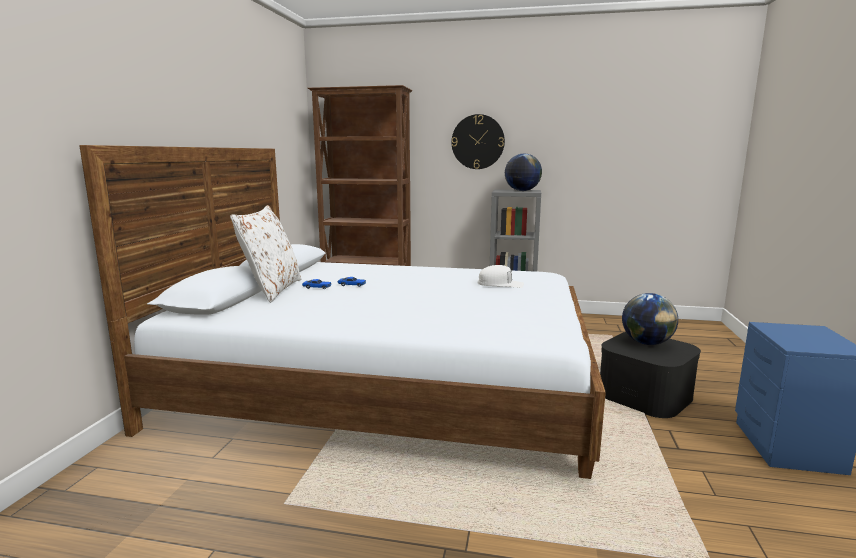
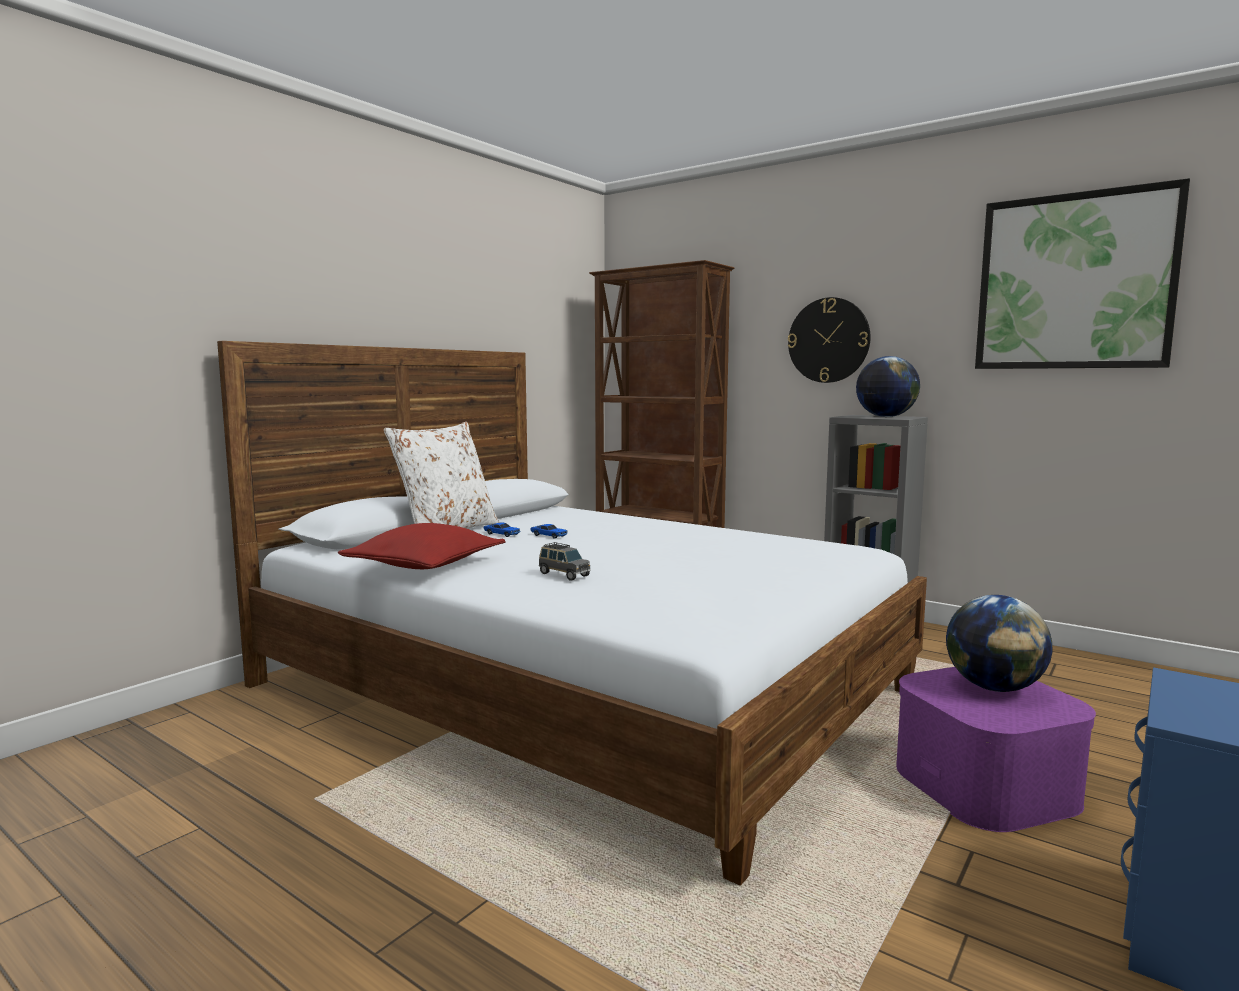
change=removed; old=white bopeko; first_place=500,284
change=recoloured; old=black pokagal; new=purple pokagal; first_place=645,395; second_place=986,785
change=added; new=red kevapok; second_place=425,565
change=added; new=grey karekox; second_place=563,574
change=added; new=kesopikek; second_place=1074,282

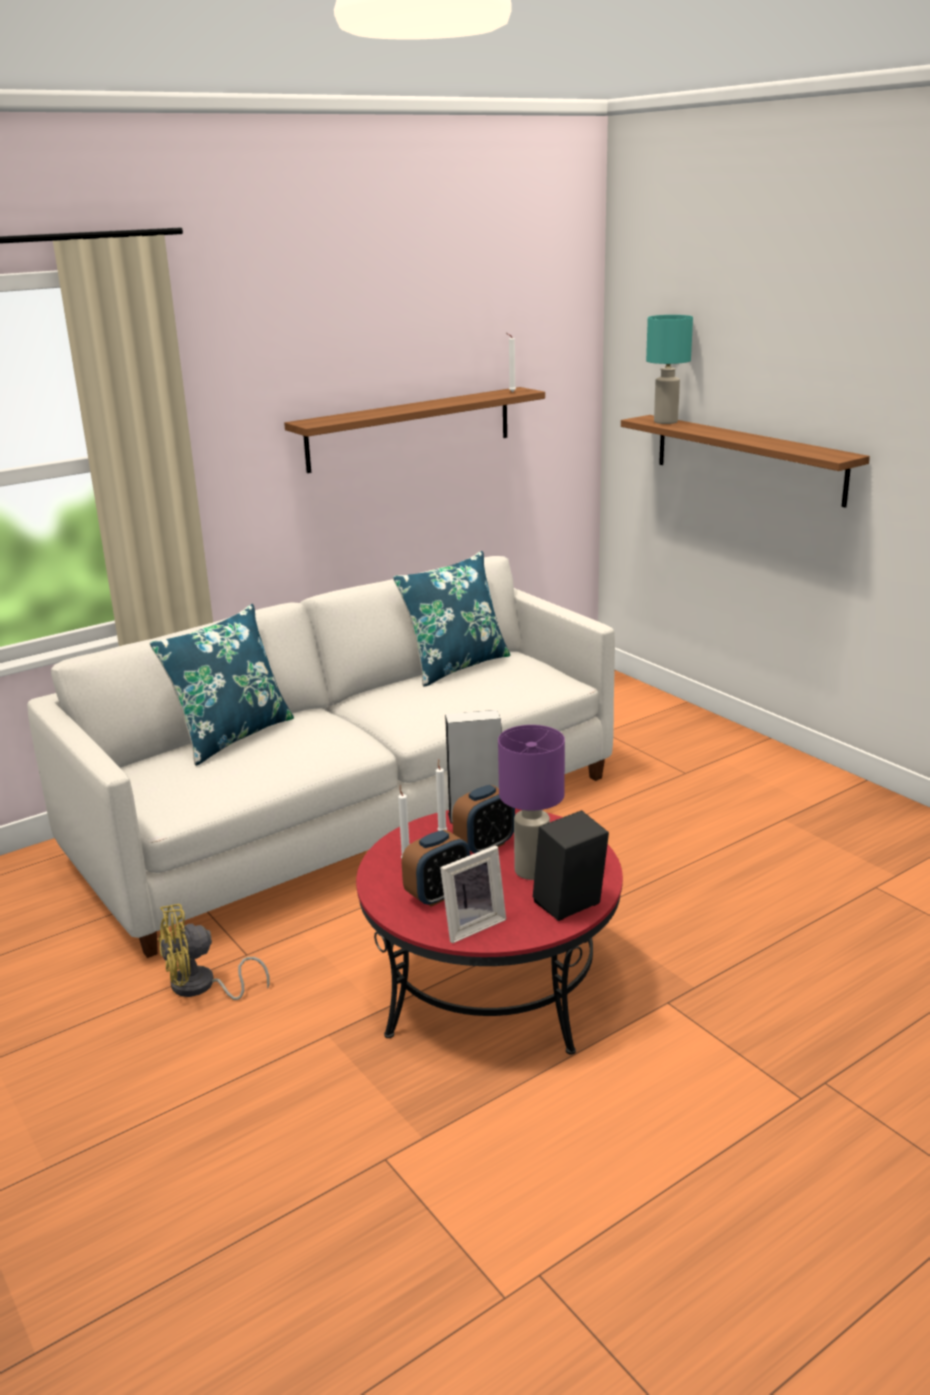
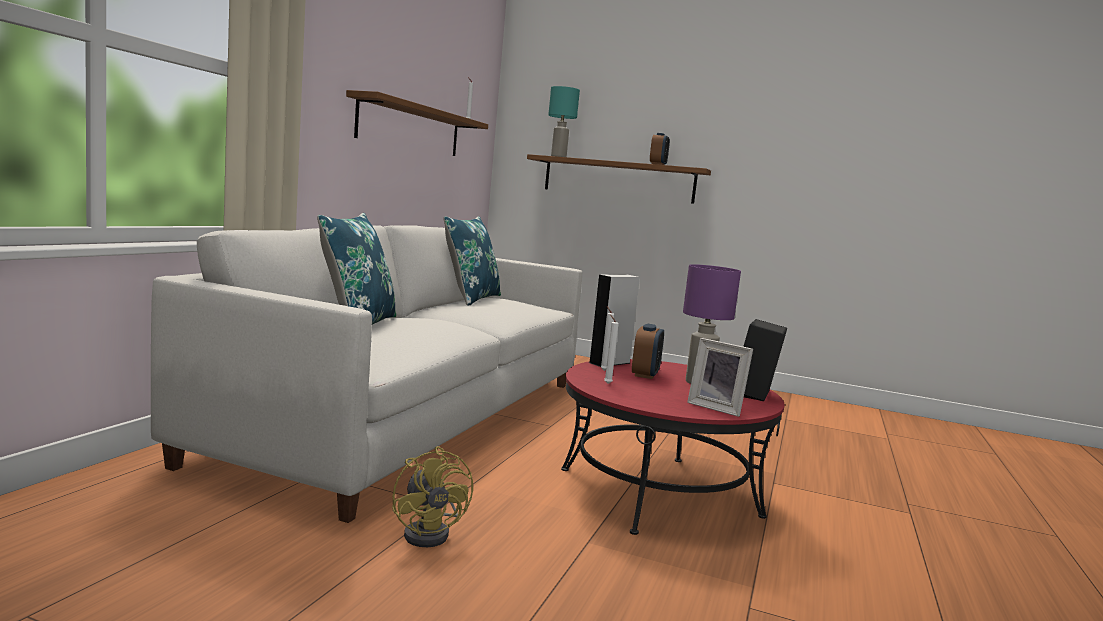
change=turned; old=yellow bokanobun; first_place=201,987; second_place=431,533; degrees=-60
change=moved; old=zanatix; first_place=438,895; second_place=658,165
change=turned; old=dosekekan; first_place=471,925; second_place=717,408; degrees=105

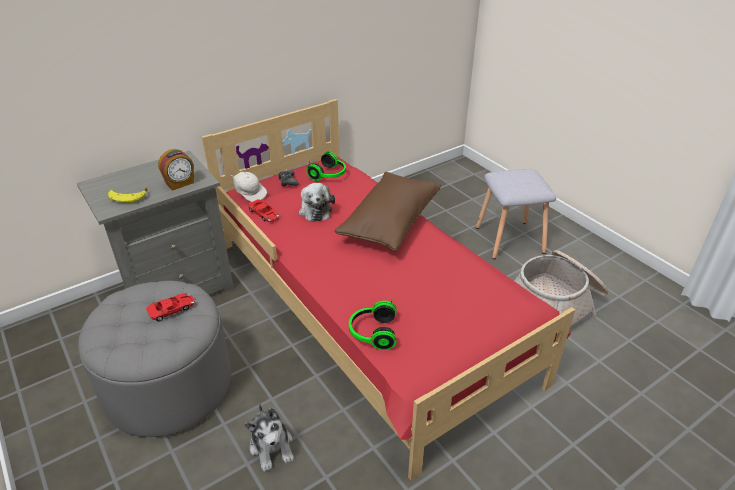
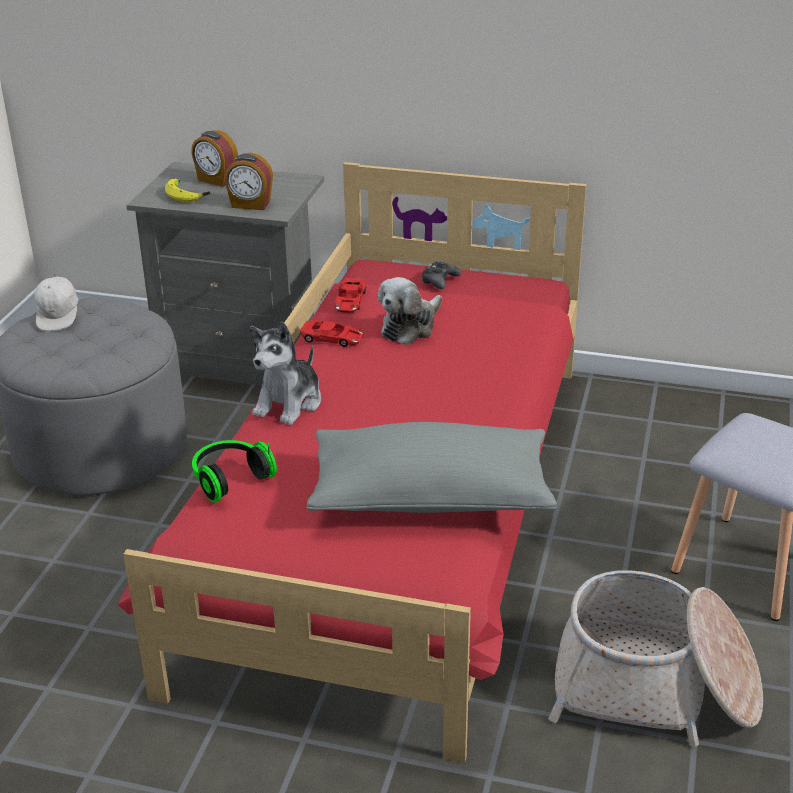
change=moved; old=red karekox; first_place=172,309; second_place=332,338
change=moved; old=white bopeko; first_place=250,194; second_place=59,317
change=moved; old=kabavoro; first_place=272,446; second_place=289,403
change=removed; old=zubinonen; first_place=329,175
change=removed; old=brown kevapok; first_place=390,222
change=added; new=zanatix; second_place=216,180
change=added; new=grey kevapok; second_place=430,497

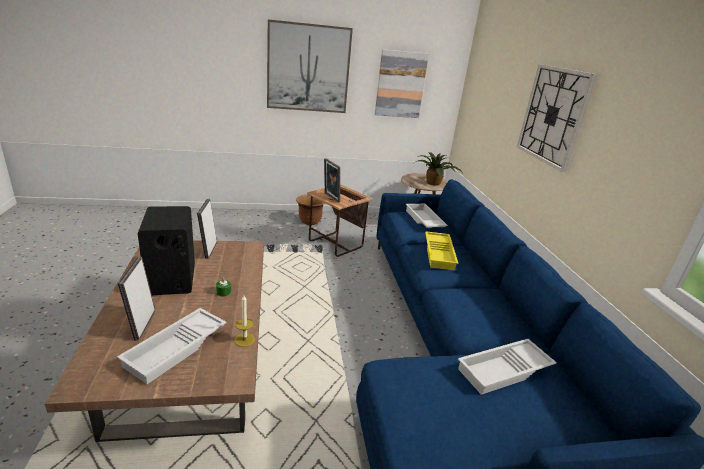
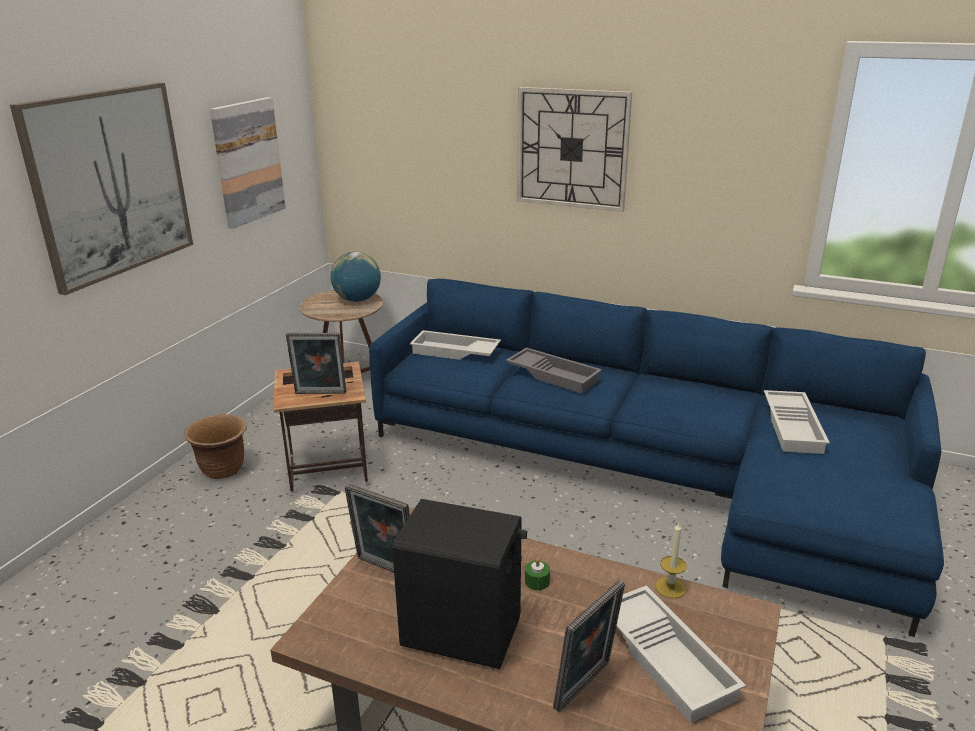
change=turned; old=dosekekan; first_place=141,324; second_place=586,688; degrees=-75
change=replaced; old=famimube; new=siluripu; first_place=434,183; second_place=357,300
change=recoloured; old=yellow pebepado; new=grey pebepado; first_place=440,254; second_place=554,375

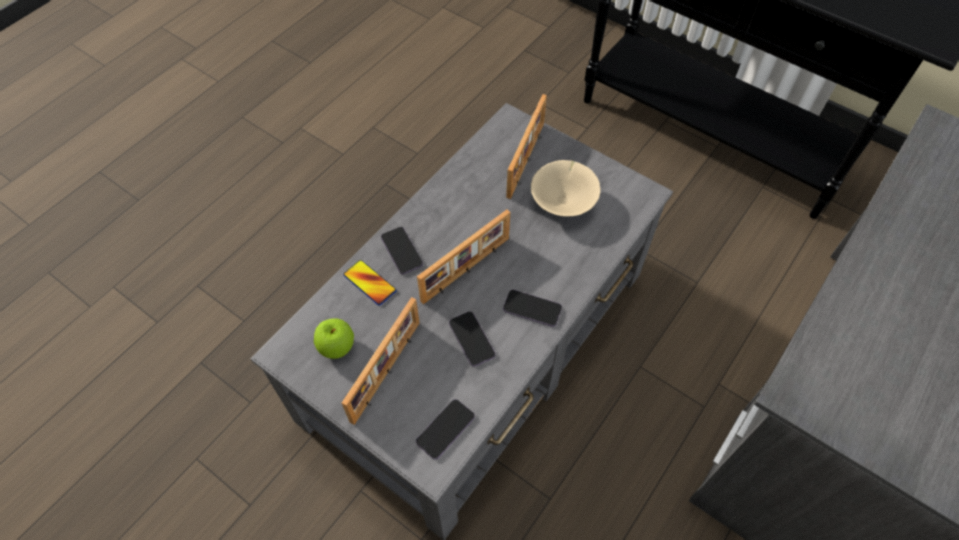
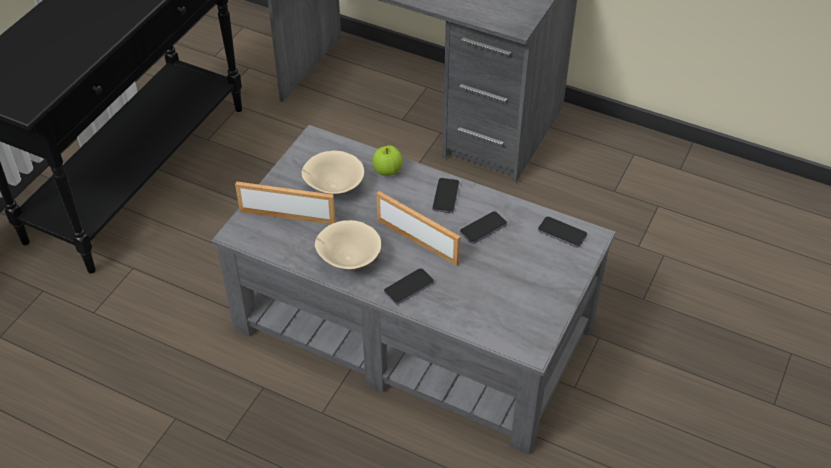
change=moved; old=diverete; first_place=337,347; second_place=387,171
change=removed; old=dosekekan; first_place=387,371
change=removed; old=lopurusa; first_place=370,283
change=added; new=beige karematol; second_place=348,259

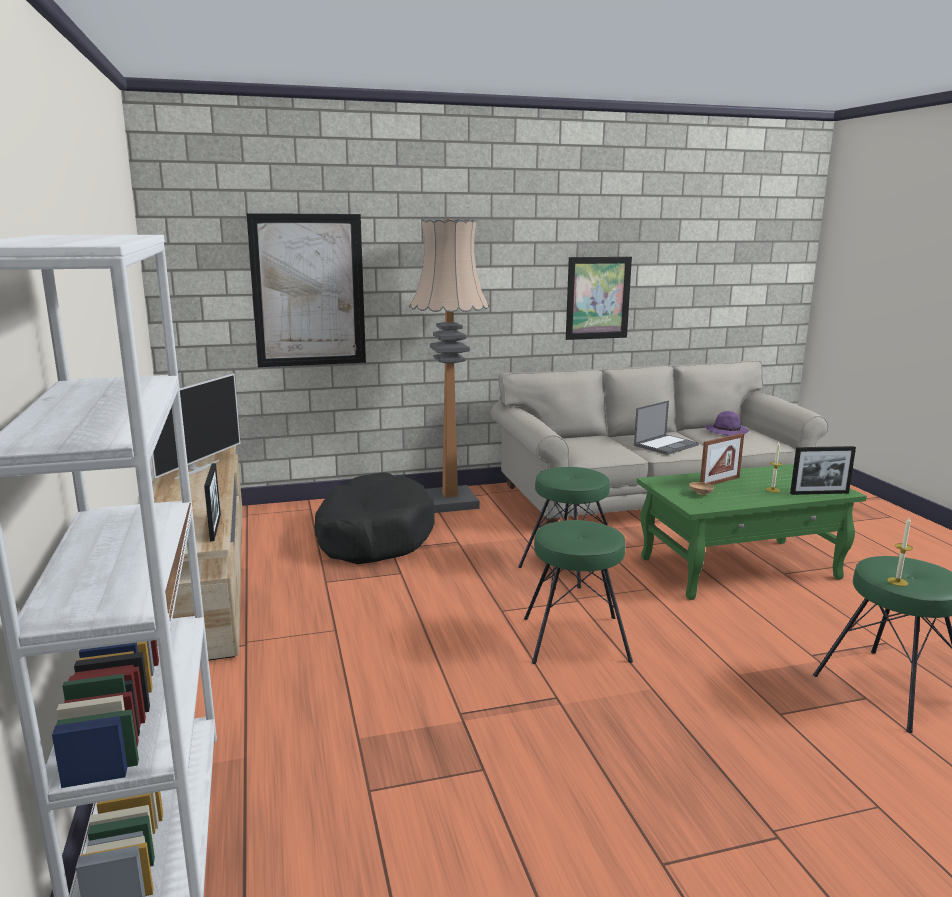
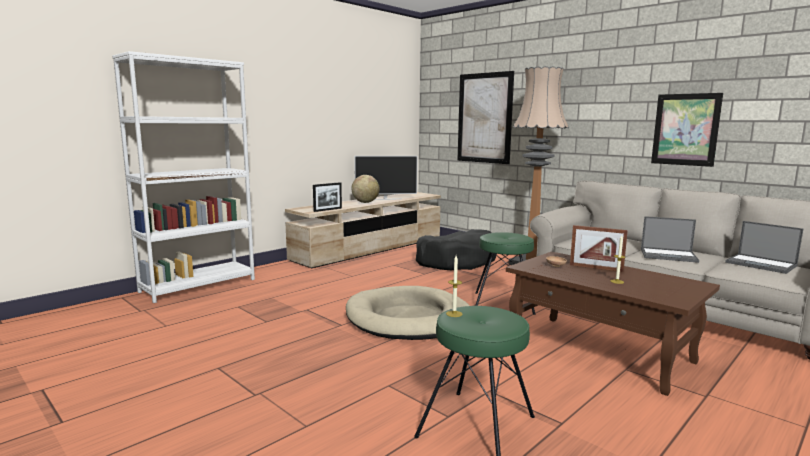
change=replaced; old=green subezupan; new=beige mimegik; first_place=575,638; second_place=409,319
change=recoloured; old=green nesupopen; new=brown nesupopen; first_place=740,568; second_place=601,351
change=replaced; old=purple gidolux; new=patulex; first_place=727,432; second_place=761,264
change=removed; old=dosekekan; first_place=819,493
change=added; new=siluripu; second_place=365,202

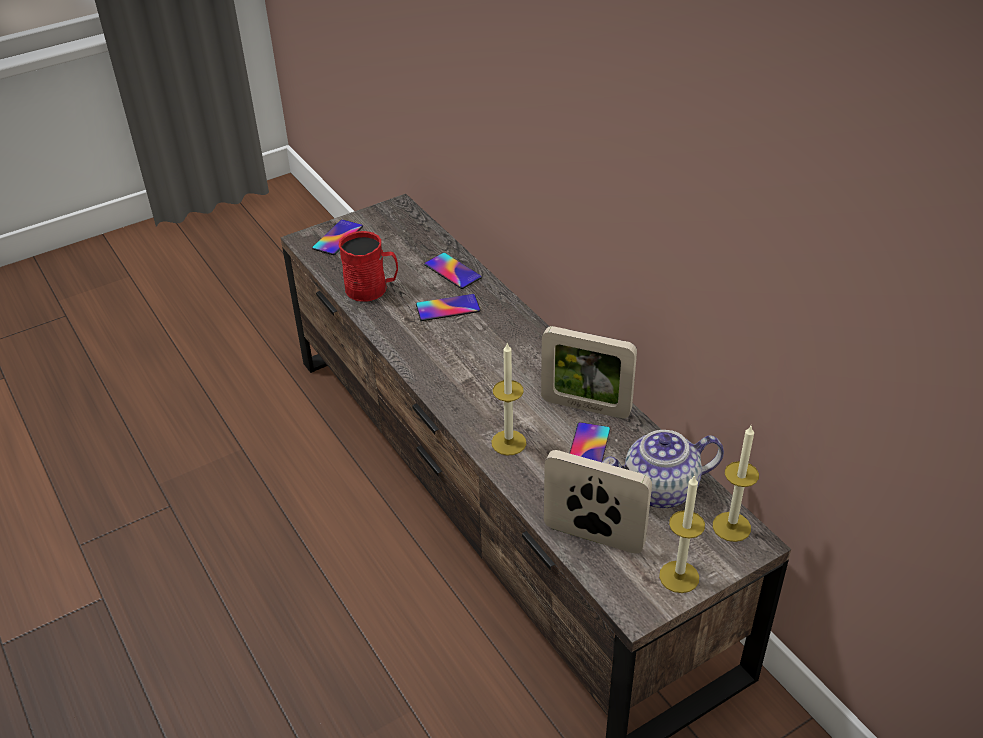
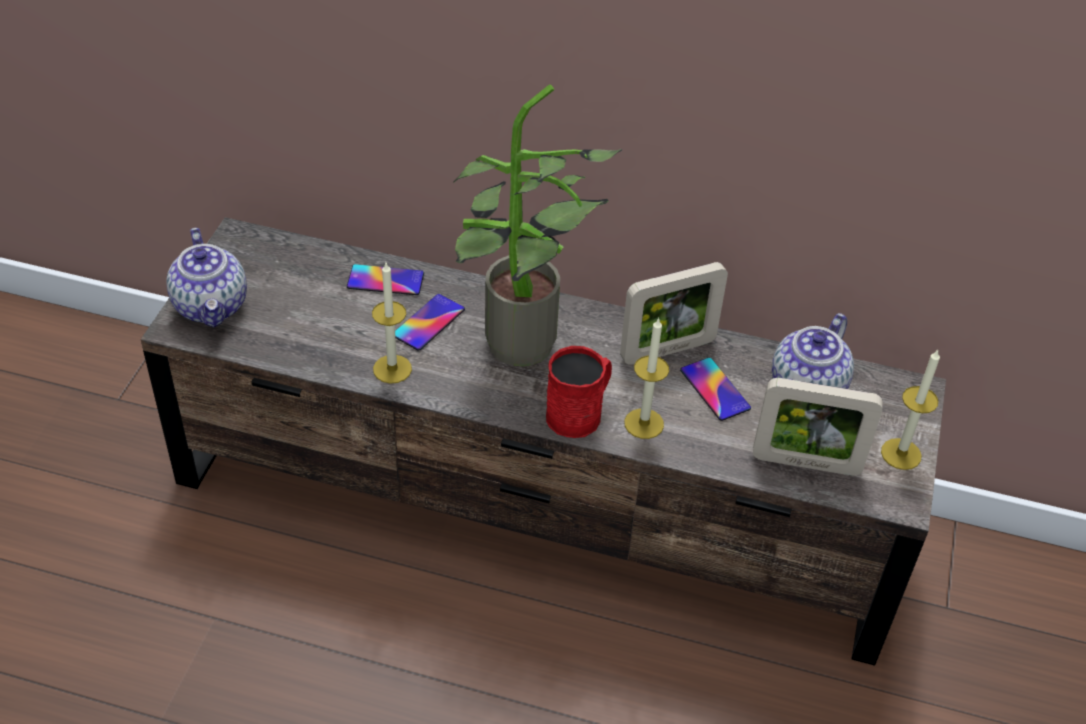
change=replaced; old=lopurusa; new=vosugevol; first_place=338,238; second_place=212,306
change=moved; old=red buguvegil; first_place=372,288; second_place=579,413
change=turned; old=dosekekan; first_place=593,536; second_place=806,463; degrees=-150
change=moved; old=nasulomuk; first_place=731,527; second_place=392,369
change=added; new=famimube; second_place=518,351

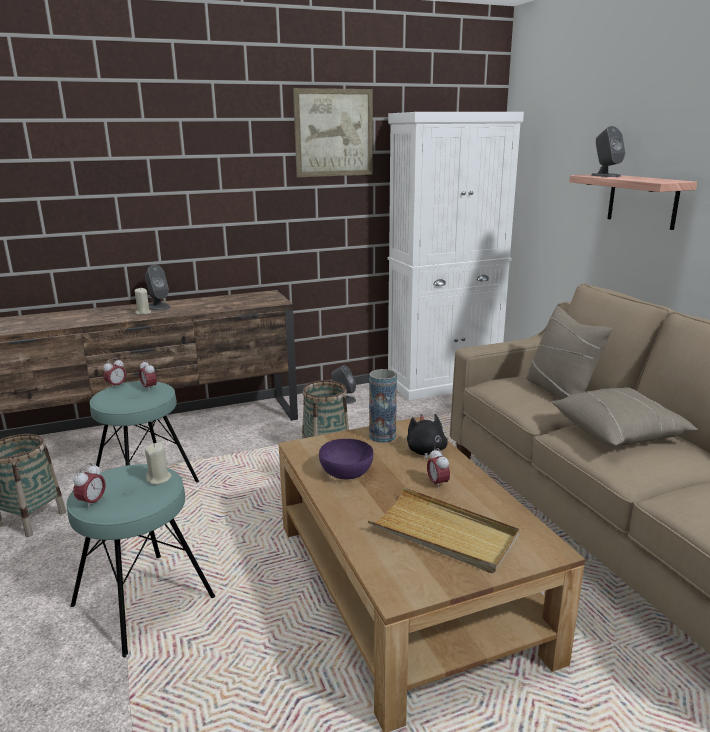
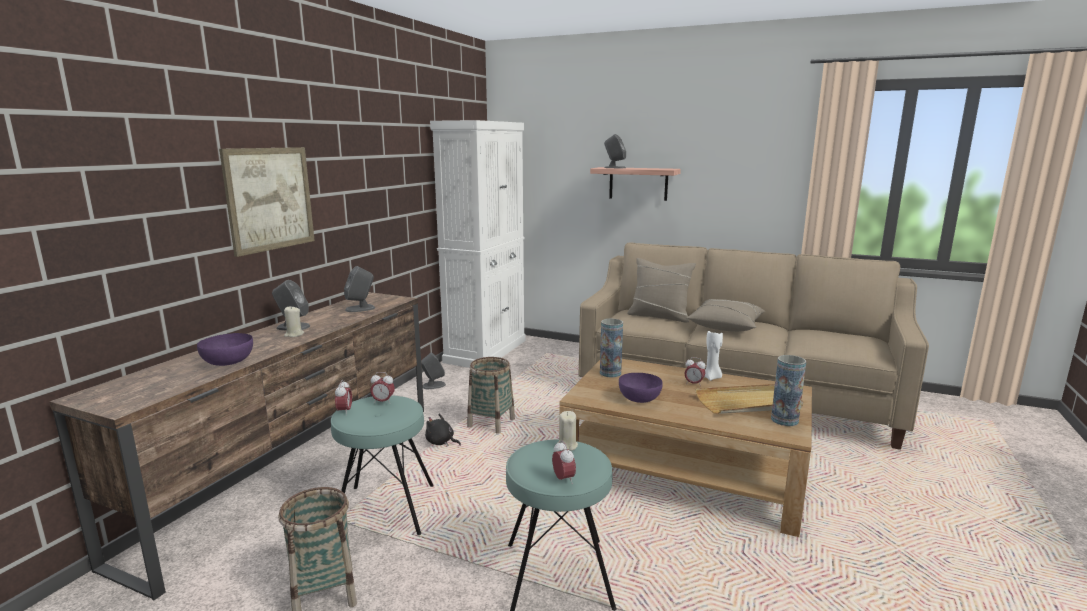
change=moved; old=kesopikek; first_place=334,133; second_place=270,199
change=moved; old=black kabavoro; first_place=427,452; second_place=441,442
change=added; new=purple karematol; second_place=228,362
change=added; new=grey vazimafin; second_place=360,308
change=added; new=white nasulomuk; second_place=712,378
change=added; new=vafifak; second_place=784,420

